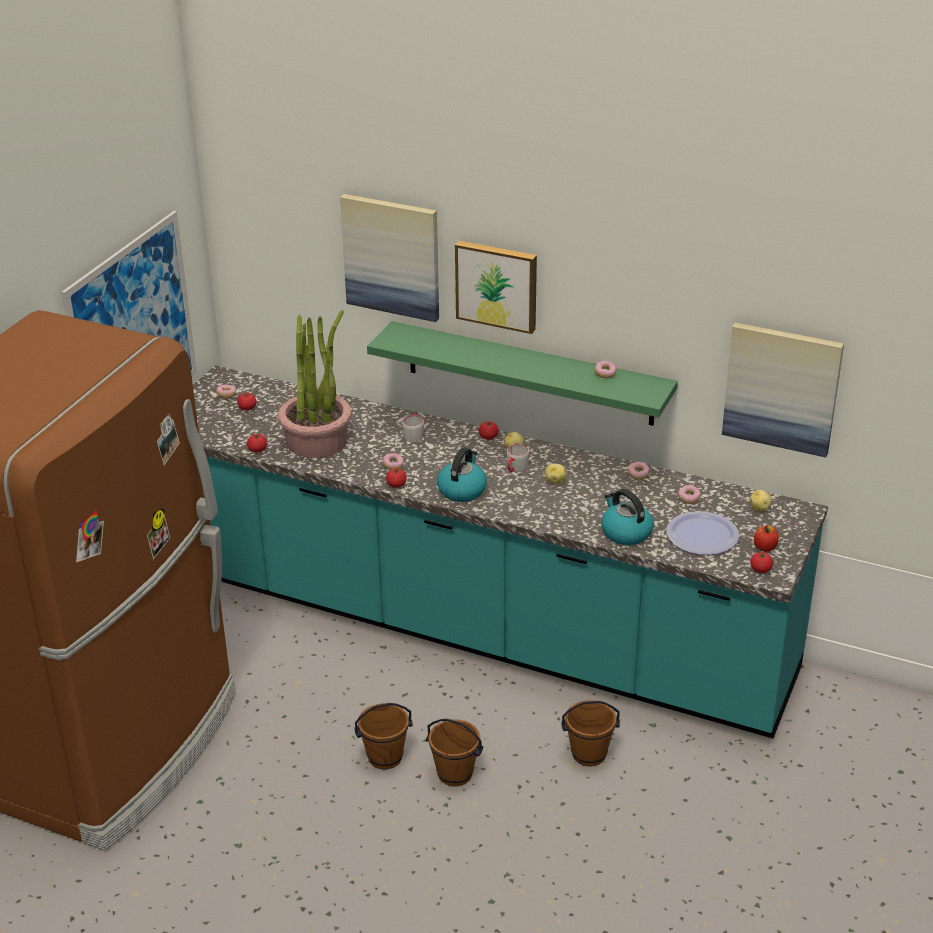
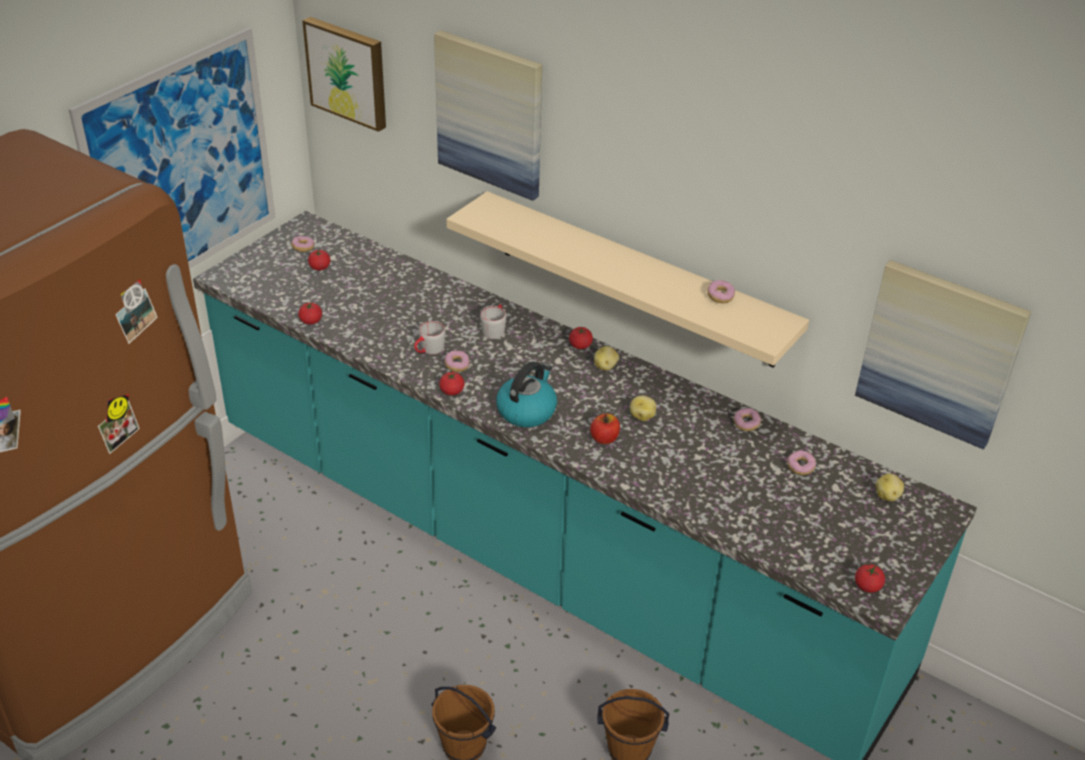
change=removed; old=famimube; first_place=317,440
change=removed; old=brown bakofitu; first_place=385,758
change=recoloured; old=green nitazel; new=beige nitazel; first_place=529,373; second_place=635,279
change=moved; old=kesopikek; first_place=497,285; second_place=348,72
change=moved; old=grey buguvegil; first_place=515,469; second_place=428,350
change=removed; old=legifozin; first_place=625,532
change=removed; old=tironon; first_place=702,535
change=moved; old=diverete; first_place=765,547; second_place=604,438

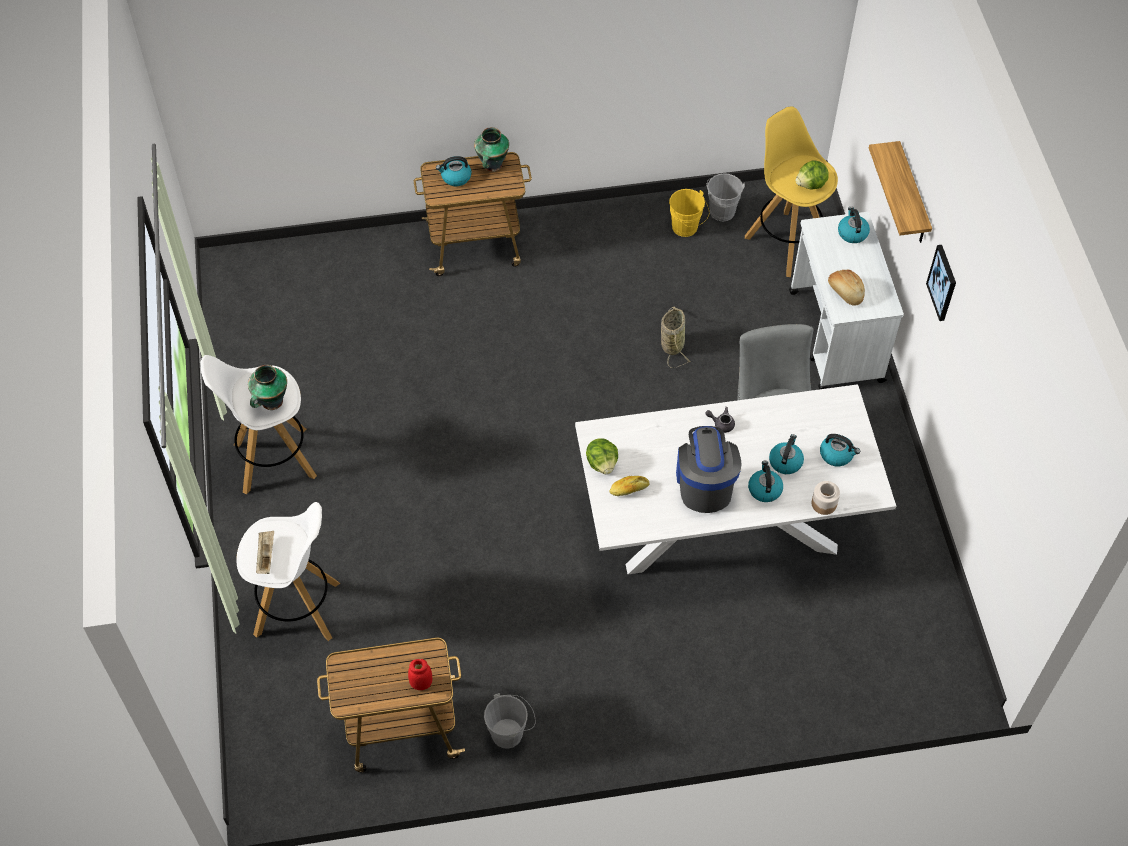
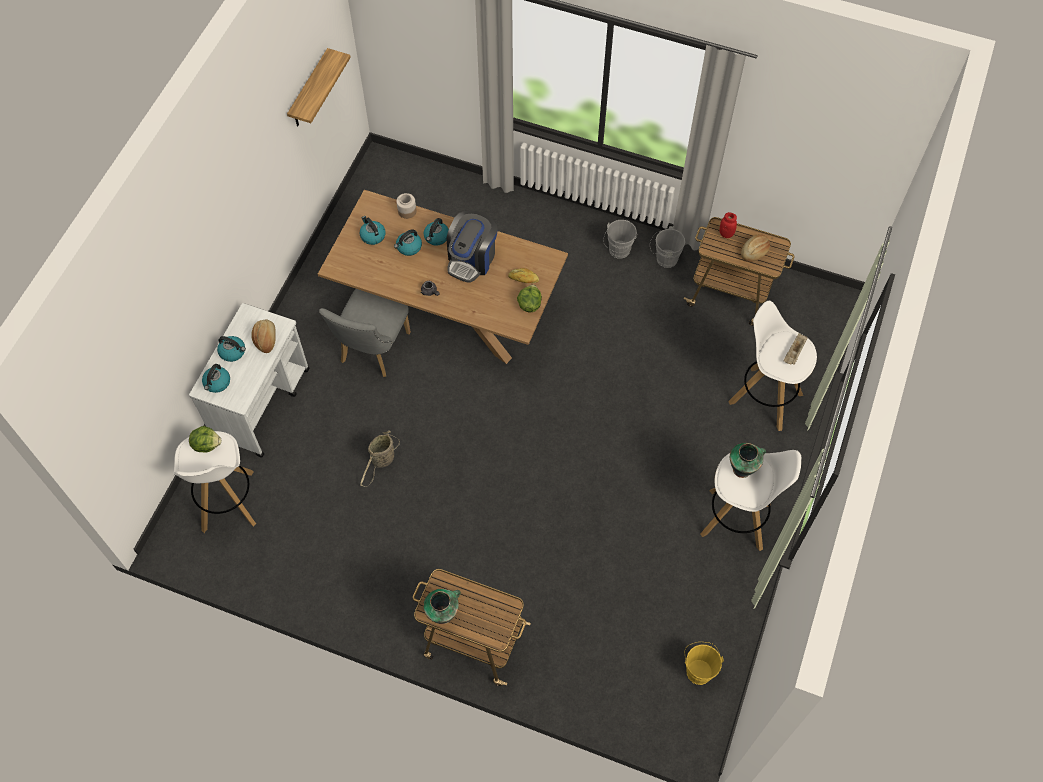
change=moved; old=legifozin; first_place=455,177; second_place=233,352
change=recoloured; old=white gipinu; new=brown gipinu; first_place=723,526; second_place=448,312
change=moved; old=yellow bakofitu; first_place=686,229; second_place=698,669
change=moved; old=grey bakofitu; first_place=722,209; second_place=618,251
change=recoloured; old=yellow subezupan; new=white subezupan; first_place=786,242; second_place=228,502
change=moved; old=nitazel; first_place=912,196; second_place=309,90
change=removed; old=kesopikek; first_place=943,282
change=added; new=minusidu; second_place=754,252

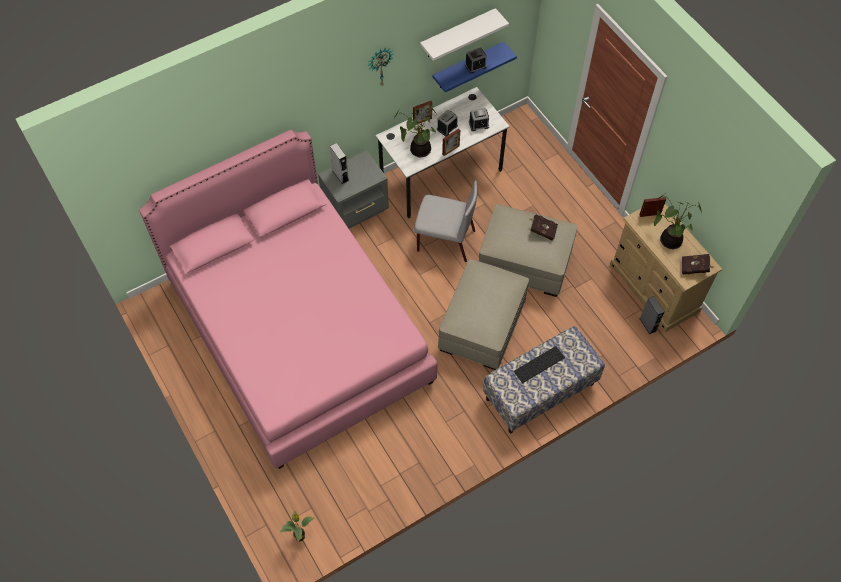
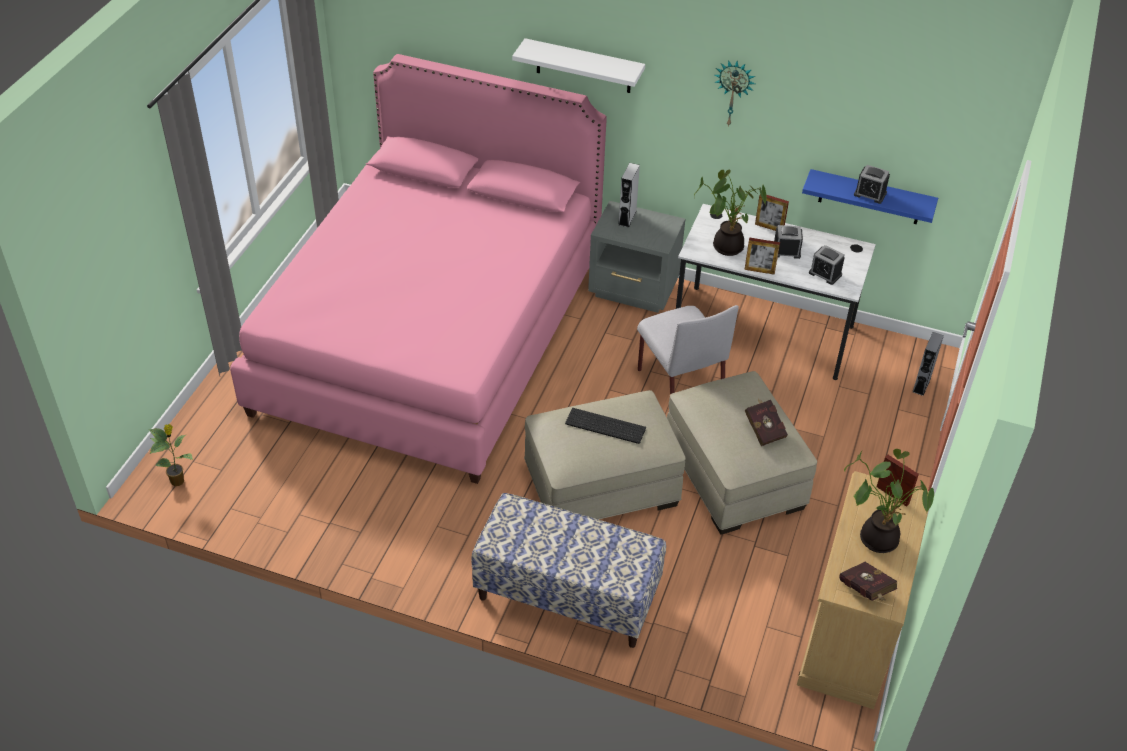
change=moved; old=white nitazel; first_place=457,34; second_place=583,66
change=moved; old=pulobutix; first_place=539,365; second_place=604,426
change=moved; old=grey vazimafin; first_place=647,325; second_place=921,384

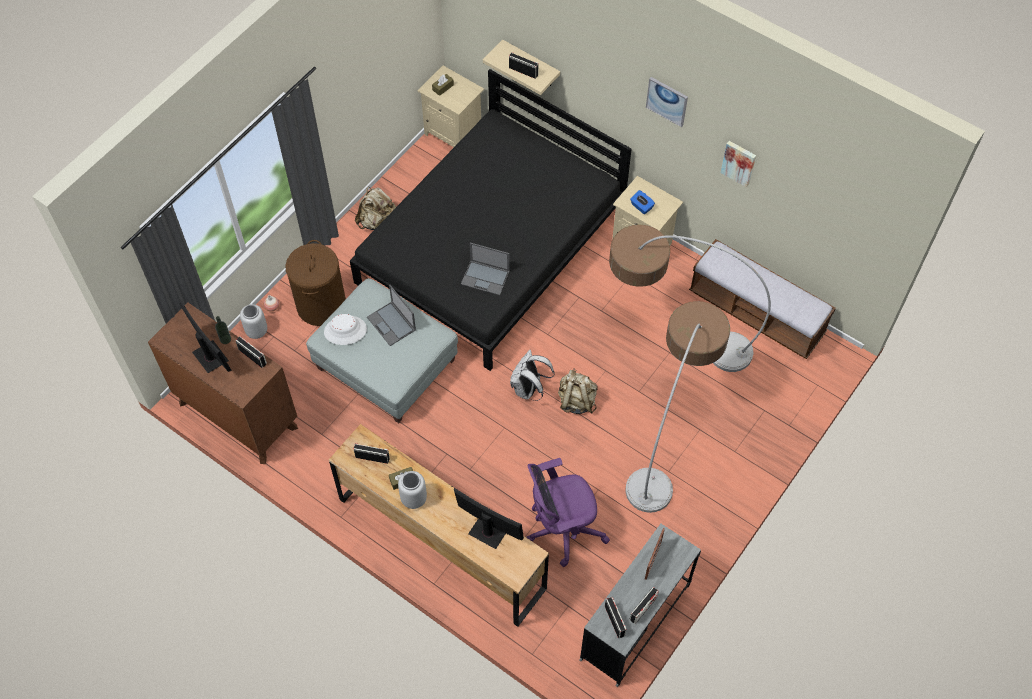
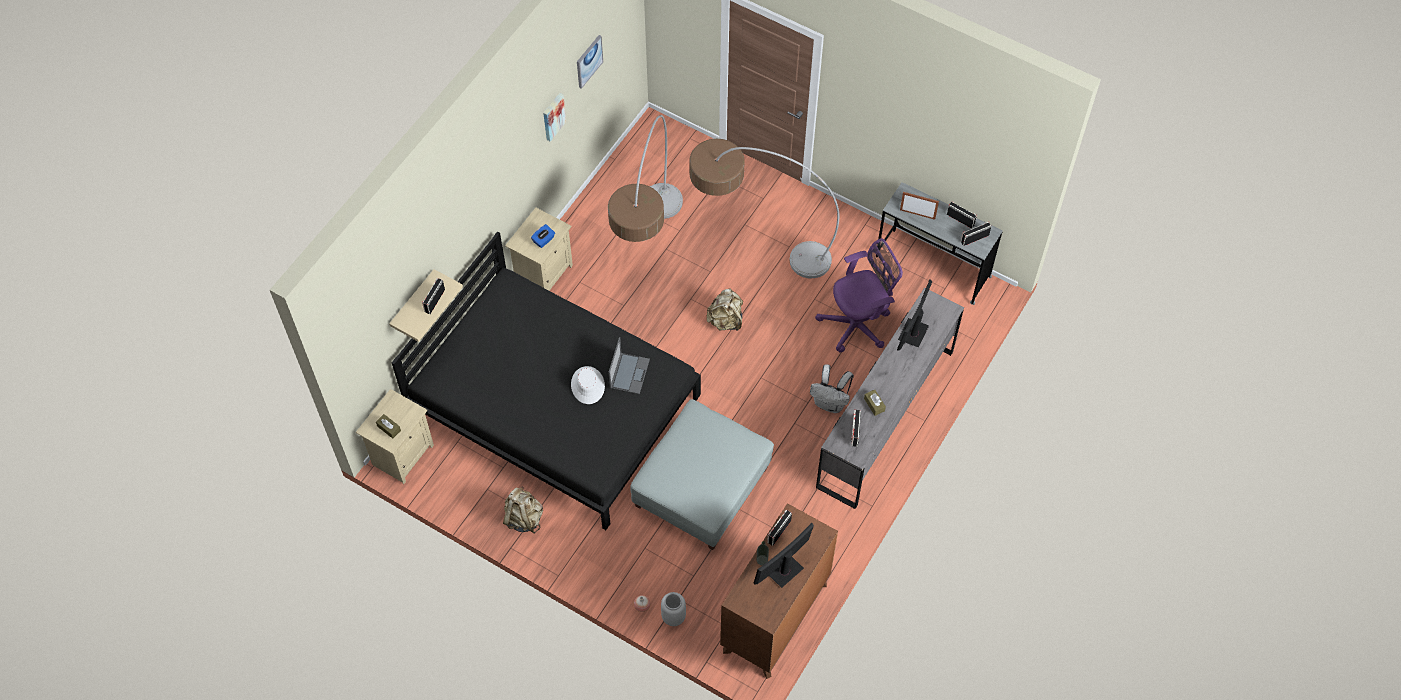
change=removed; old=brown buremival; first_place=321,305
change=moved; old=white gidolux; first_place=345,331; second_place=588,385
change=recoloured; old=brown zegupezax; new=grey zegupezax; first_place=441,543; second_place=885,418
change=removed; old=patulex; first_place=392,324
change=removed; old=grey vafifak; first_place=414,499
change=moved; old=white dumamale; first_place=528,389; second_place=830,403
change=turned; old=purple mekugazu; first_place=561,530; second_place=858,324; degrees=-90
change=moved; old=kesopikek; first_place=667,101; second_place=589,61
change=removed; old=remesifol; first_place=756,313

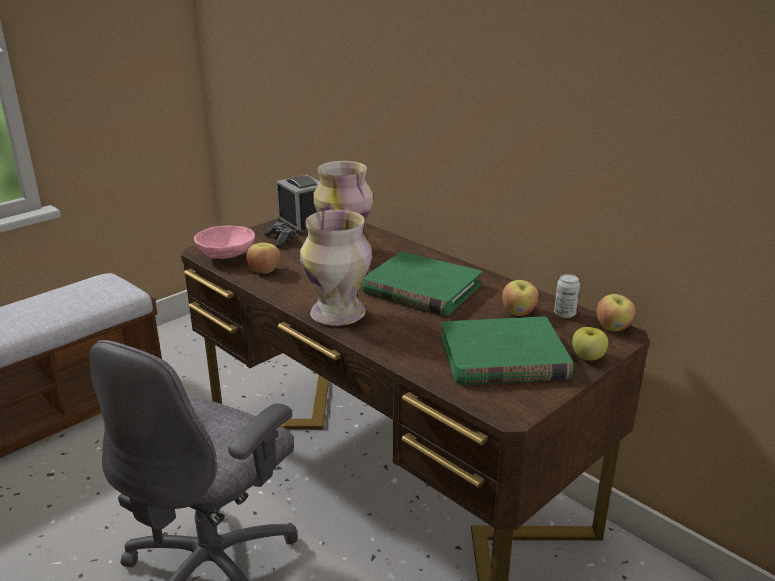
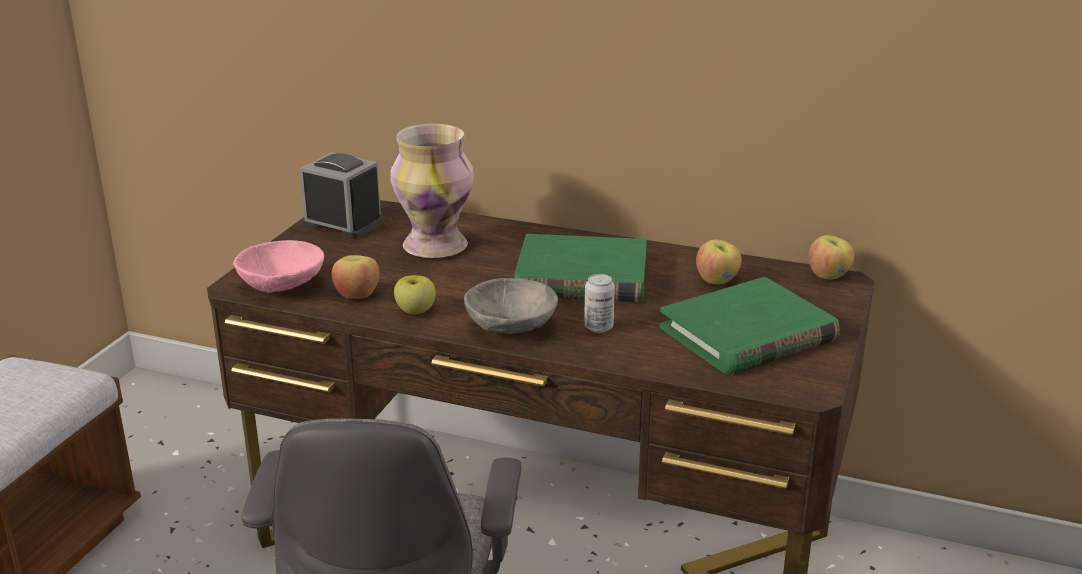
change=removed; old=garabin; first_place=281,239
change=replaced; old=vafifak; new=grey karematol; first_place=337,314; second_place=512,329
change=moved; old=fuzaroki; first_place=565,314; second_place=598,327
change=moved; old=diverete; first_place=587,357; second_place=415,311

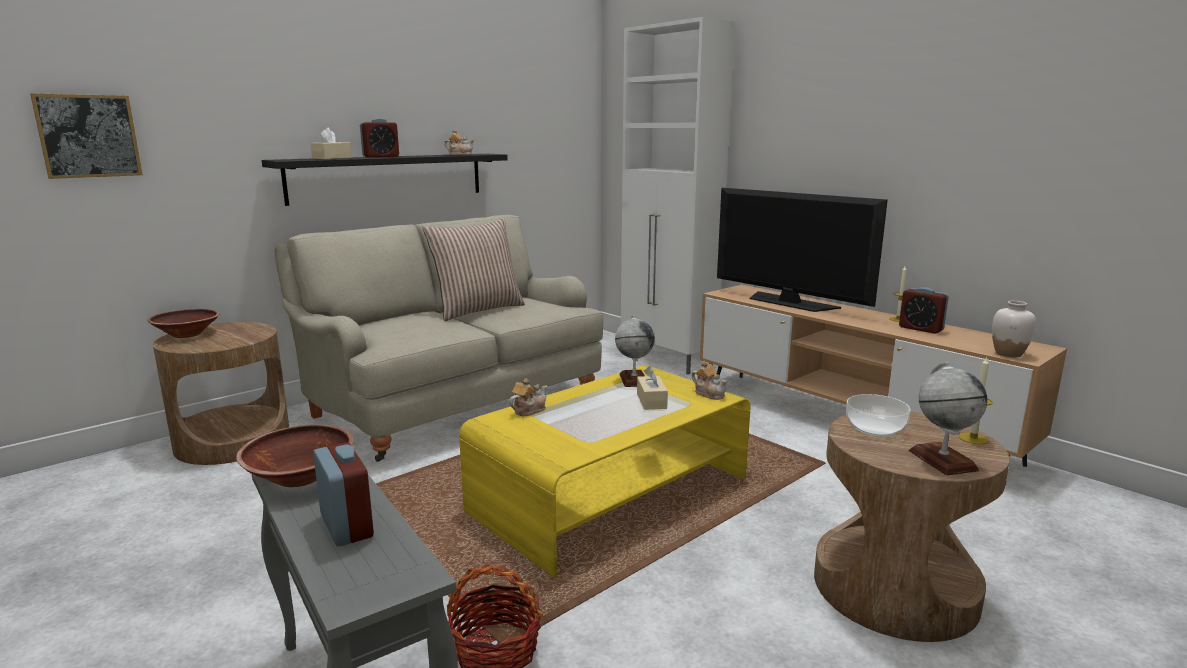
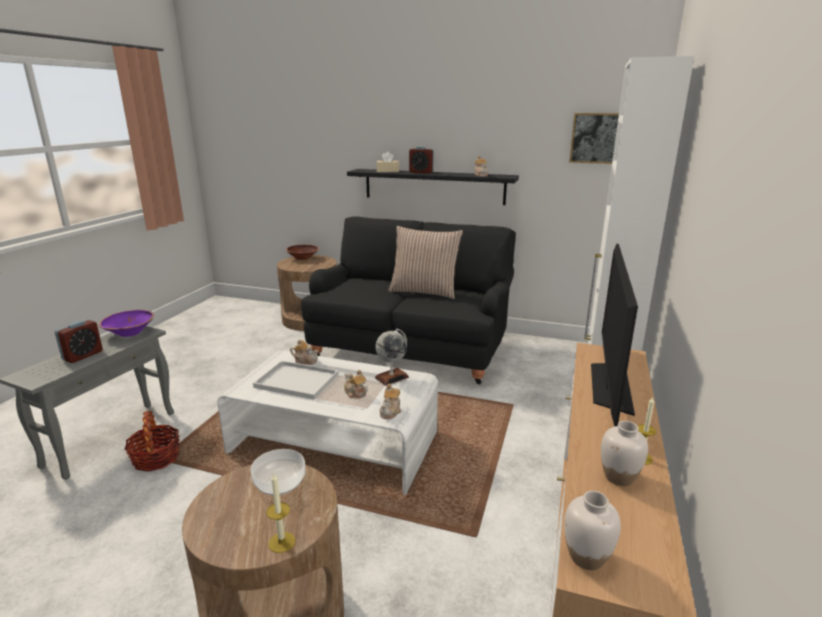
change=moved; old=kesopikek; first_place=88,136; second_place=596,138
change=recoloured; old=brown karematol; new=purple karematol; first_place=300,477; second_place=130,332
change=recoloured; old=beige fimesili; new=black fimesili; first_place=451,402; second_place=413,347
change=recoloured; old=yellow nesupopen; new=white nesupopen; first_place=611,494; second_place=334,442
change=replaced; old=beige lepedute; new=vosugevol; first_place=651,401; second_place=355,393
change=replaced; old=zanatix; new=white vafifak; first_place=920,329; second_place=619,477
change=removed; old=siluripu; first_place=942,460
change=added; new=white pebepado; second_place=295,381

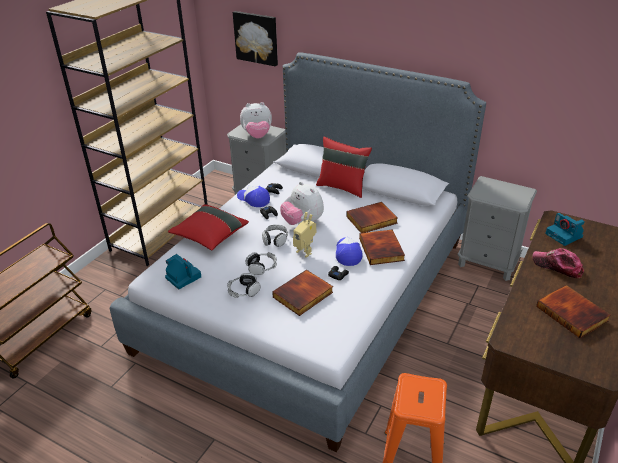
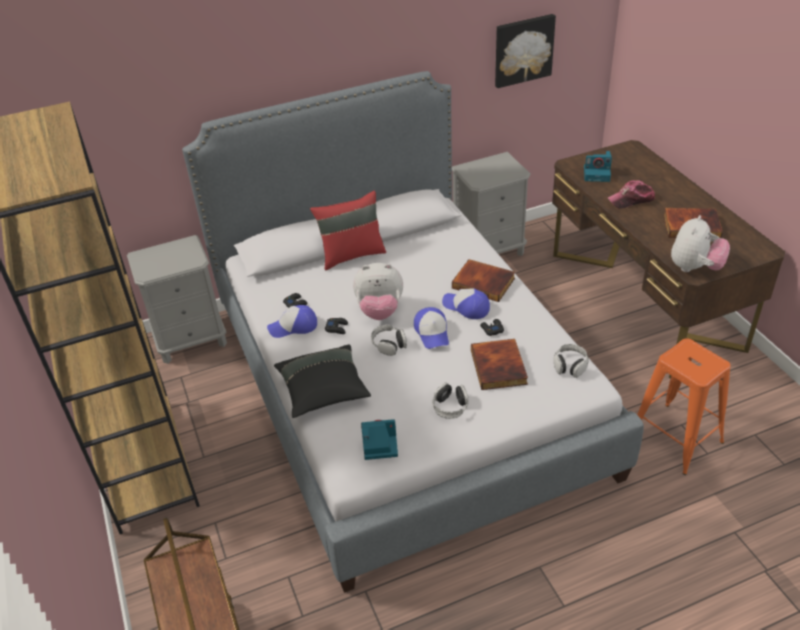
change=recoloured; old=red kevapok; new=black kevapok; first_place=209,236; second_place=323,391
change=moved; old=kesopikek; first_place=256,38; second_place=523,50
change=moved; old=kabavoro; first_place=257,136; second_place=695,268
change=moved; old=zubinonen; first_place=262,267; second_place=570,365
change=replaced; old=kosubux; new=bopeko; first_place=305,251; second_place=432,332
change=removed; old=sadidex; first_place=371,220

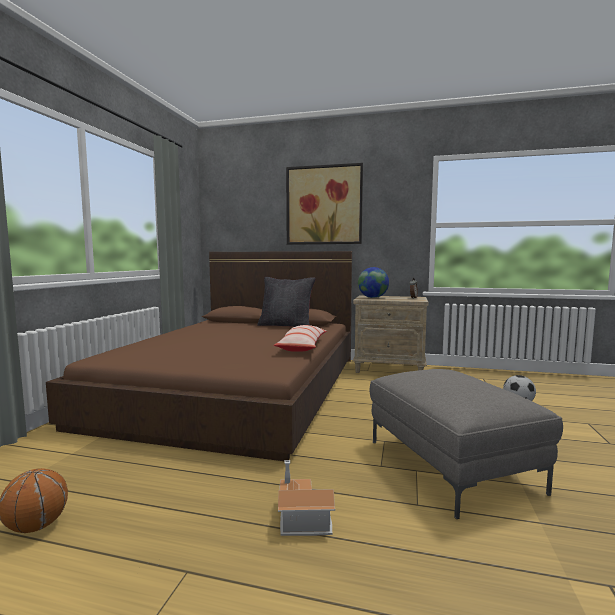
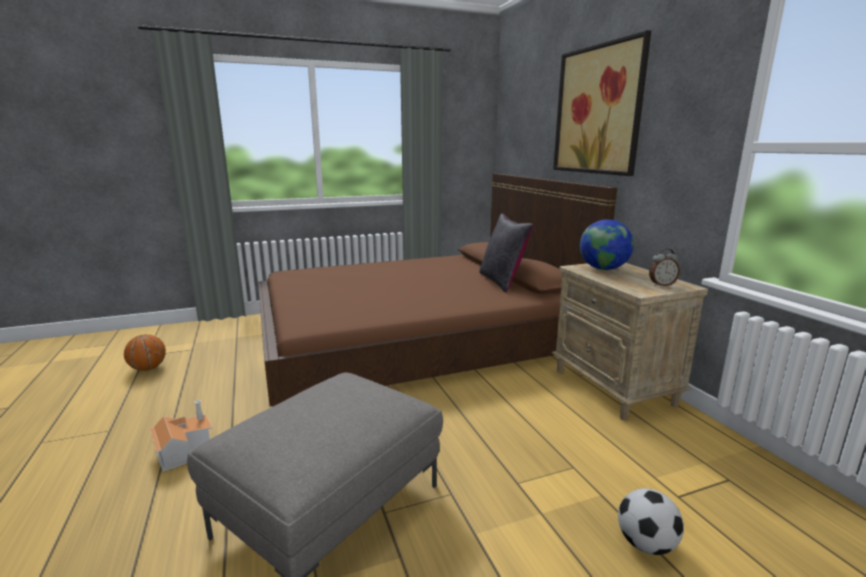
change=removed; old=kevapok; first_place=302,346

